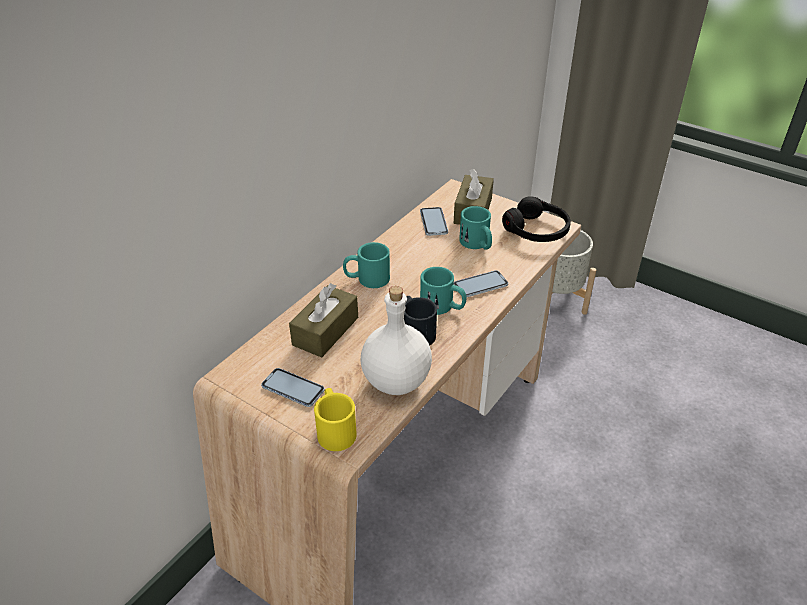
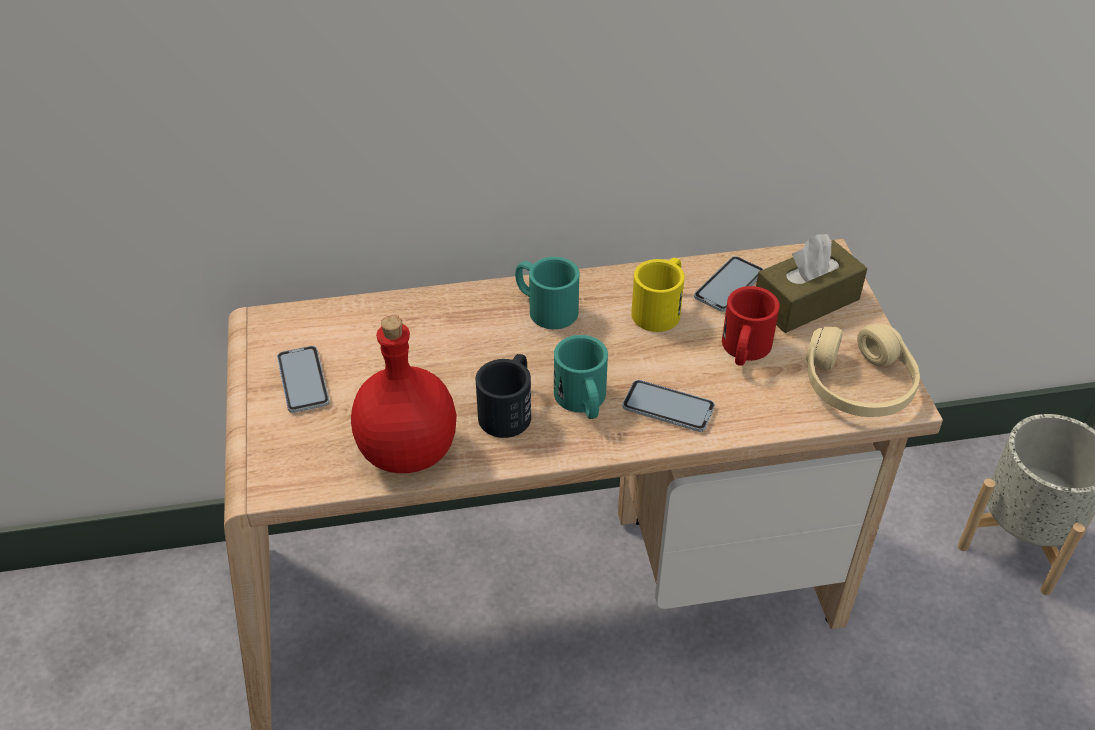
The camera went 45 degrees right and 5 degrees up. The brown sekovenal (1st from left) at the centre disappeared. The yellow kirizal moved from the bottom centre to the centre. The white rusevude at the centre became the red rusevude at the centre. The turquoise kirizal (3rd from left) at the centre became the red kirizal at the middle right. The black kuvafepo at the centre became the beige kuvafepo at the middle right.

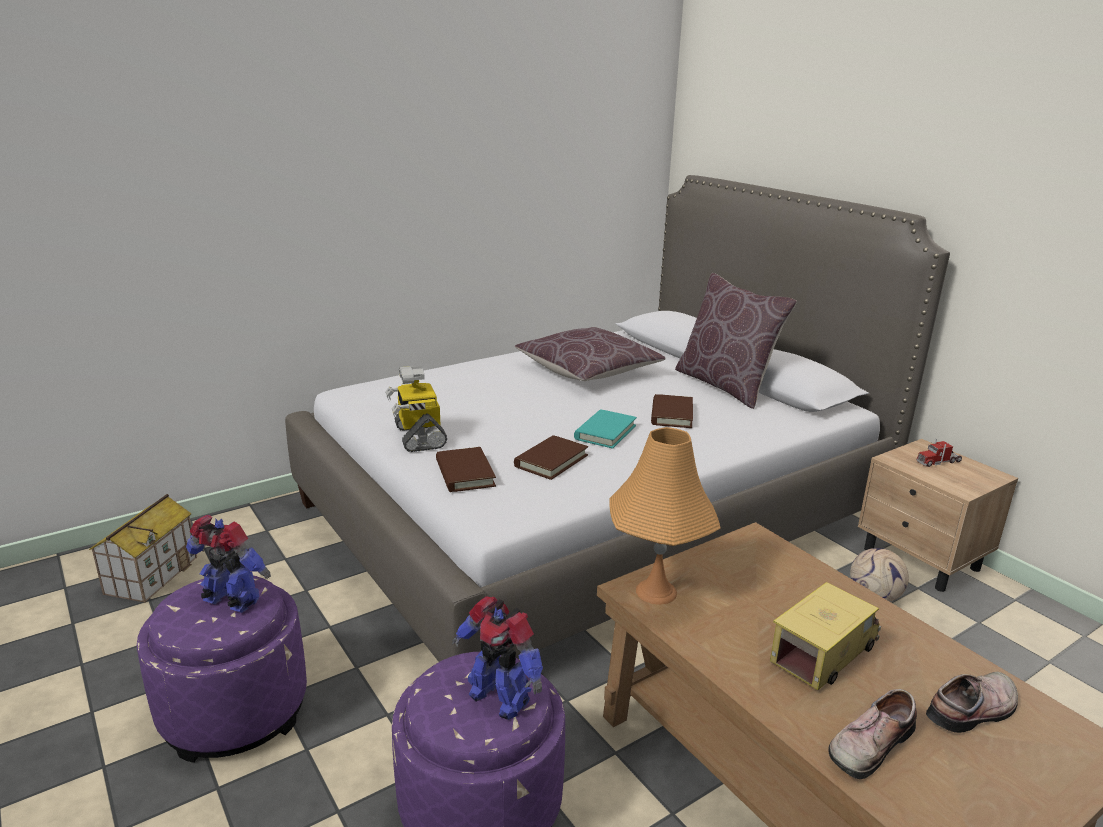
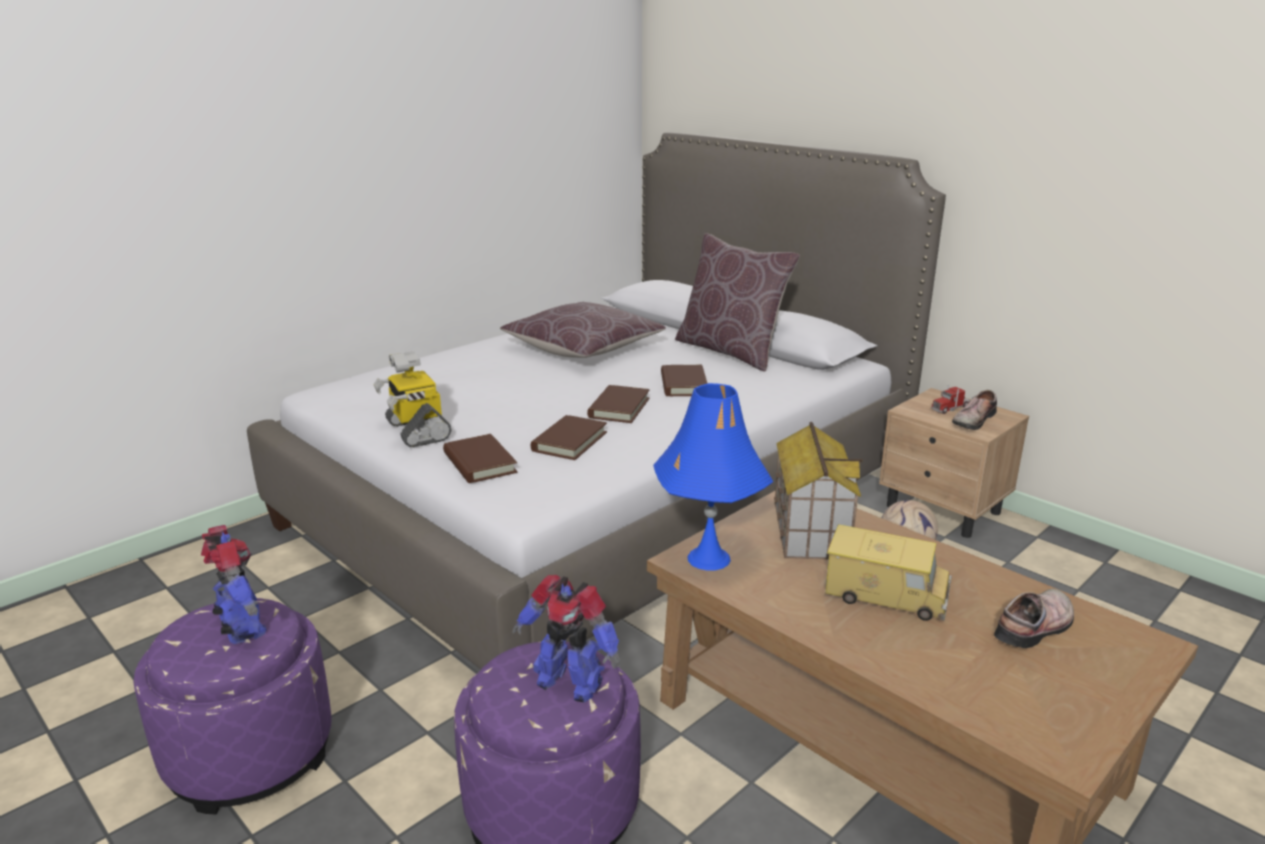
The camera went 10 degrees left and 0 degrees up. The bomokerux moved from the middle left to the centre. The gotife (1st from left) at the bottom left turned 45 degrees clockwise. The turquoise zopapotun at the centre became the brown zopapotun (3rd from left) at the centre. The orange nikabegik at the centre became the blue nikabegik at the centre. The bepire (1st from left) at the bottom right turned 75 degrees clockwise. The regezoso (1st from left) moved from the bottom right to the middle right.

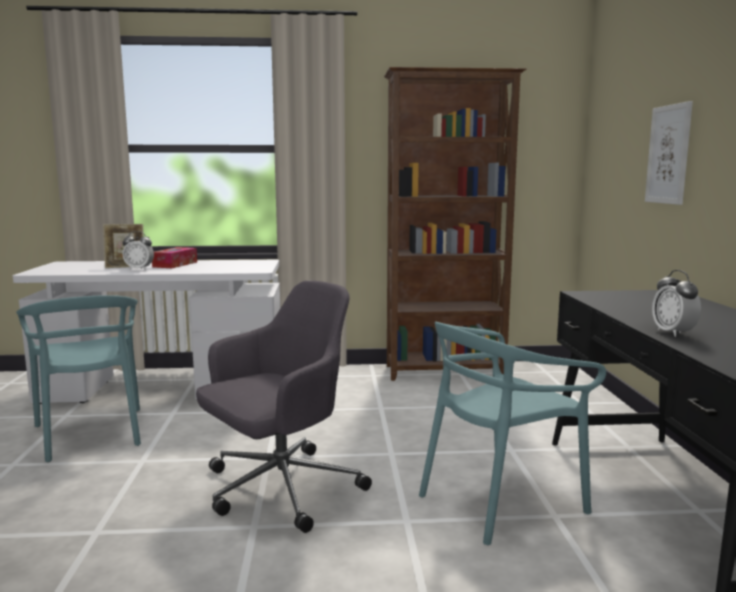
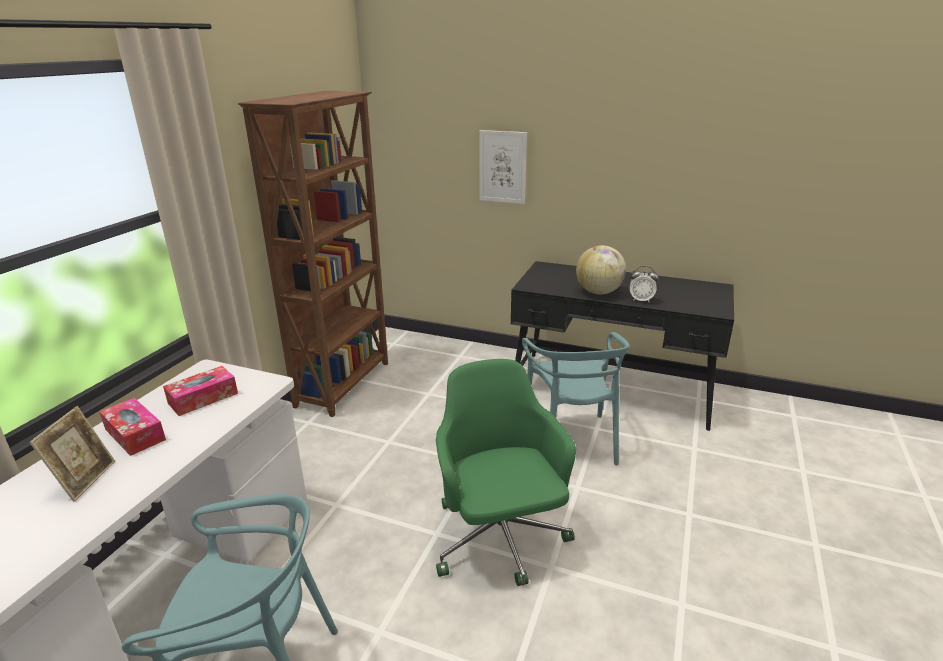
The camera went 65 degrees left and 15 degrees up. The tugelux (1st from left) at the middle left disappeared. The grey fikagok at the bottom centre became the green fikagok at the bottom centre. The sekovenal (2nd from left) at the middle left appeared. The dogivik at the centre appeared.

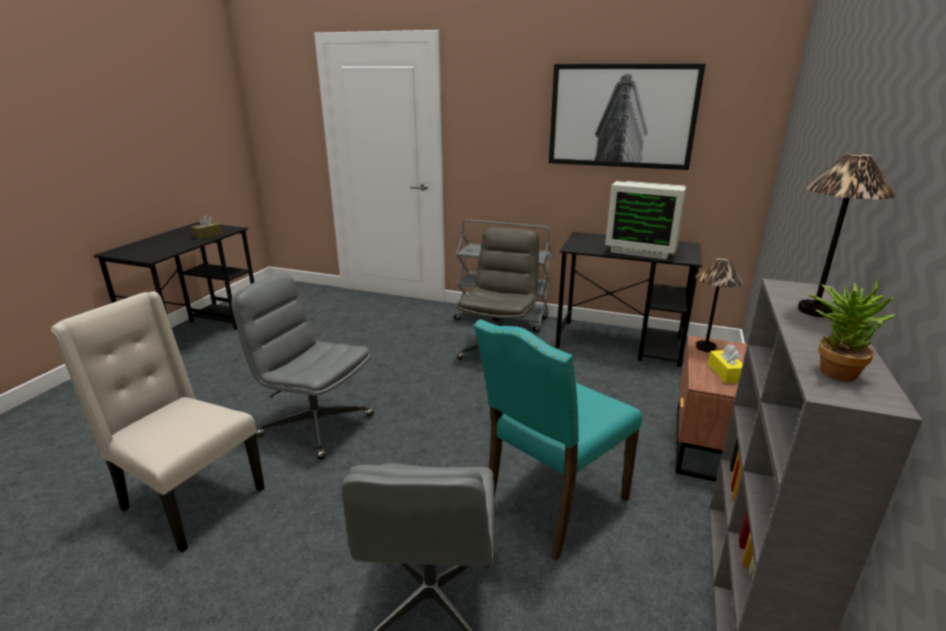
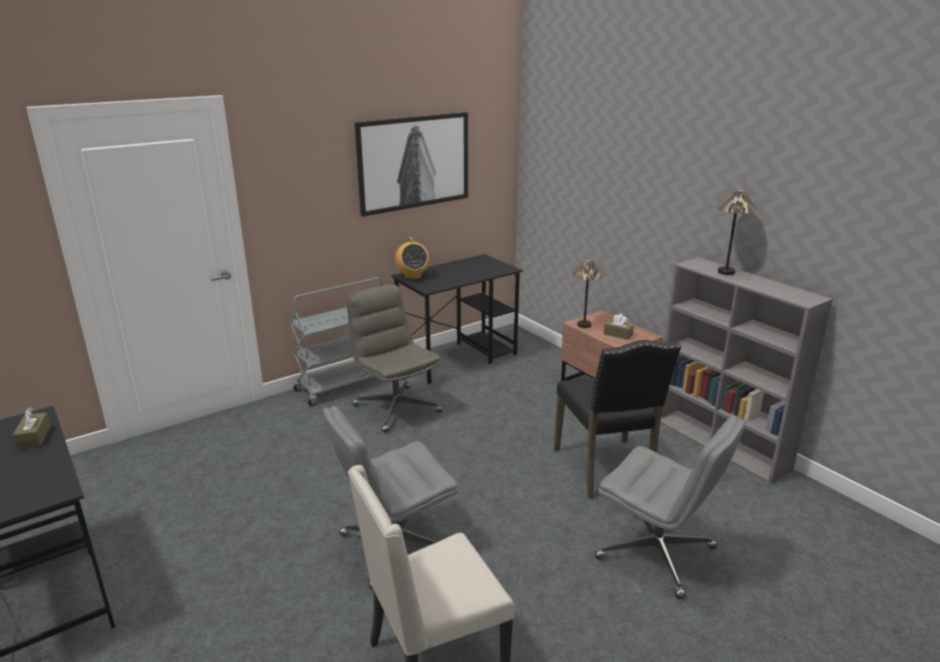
The camera went 55 degrees left and 0 degrees up. The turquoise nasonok at the bottom centre became the black nasonok at the centre. The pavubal at the middle right disappeared. The yellow sekovenal at the middle right became the brown sekovenal (2nd from left) at the centre. The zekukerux at the middle right disappeared. The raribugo at the centre appeared.

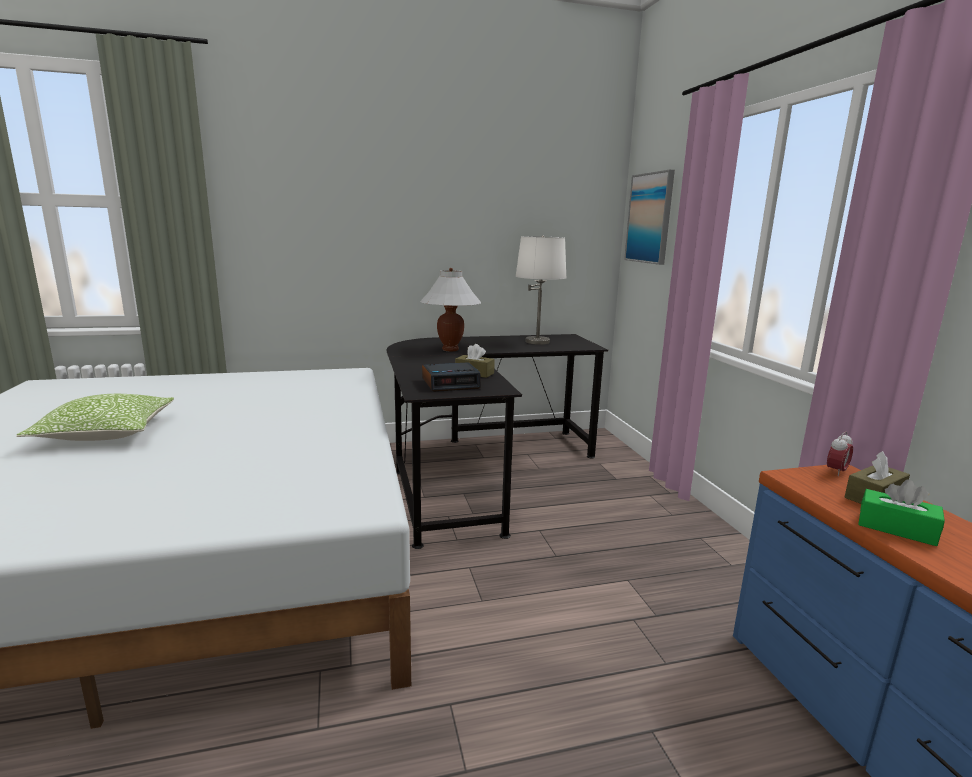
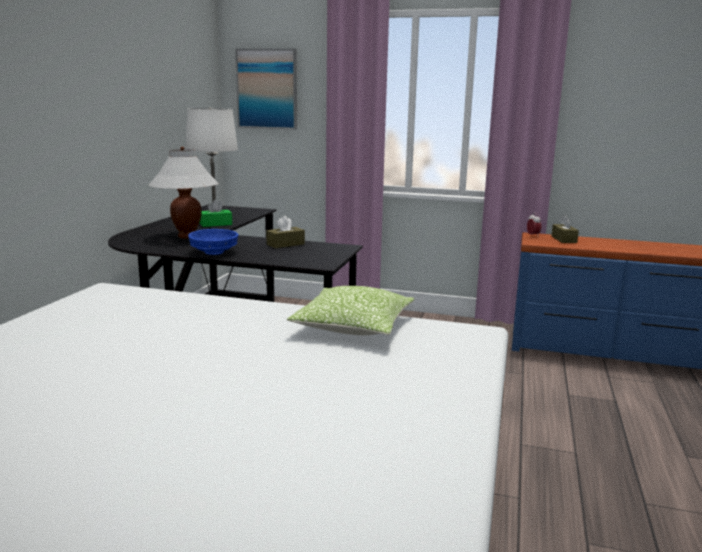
The camera went 60 degrees left and 0 degrees up. The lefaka moved from the middle left to the centre. The tugelux (1st from left) at the centre disappeared. The green sekovenal moved from the middle right to the middle left. The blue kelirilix at the middle left appeared.

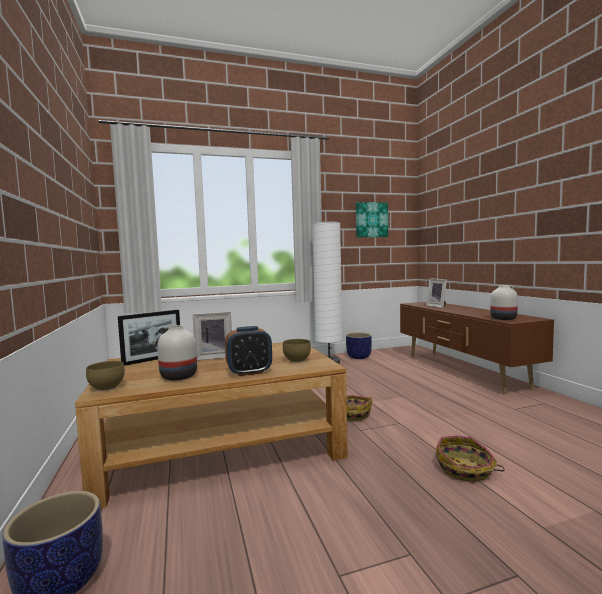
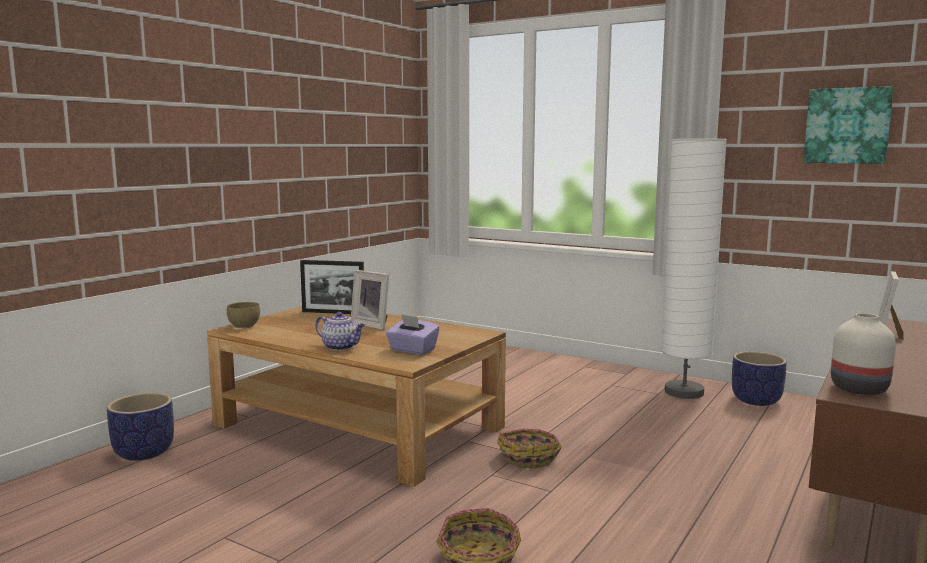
The camera went 50 degrees right and 5 degrees up. The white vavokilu (1st from left) at the middle left disappeared. The tugelux at the centre was replaced by the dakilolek at the centre. The brown kelirilix (2nd from left) at the centre was replaced by the purple sekovenal at the centre.

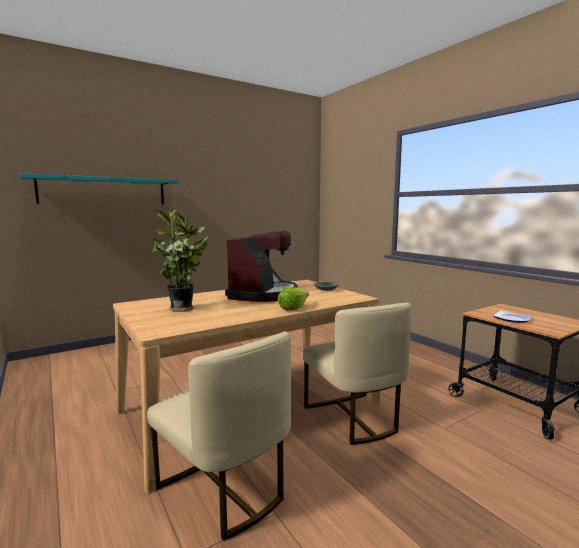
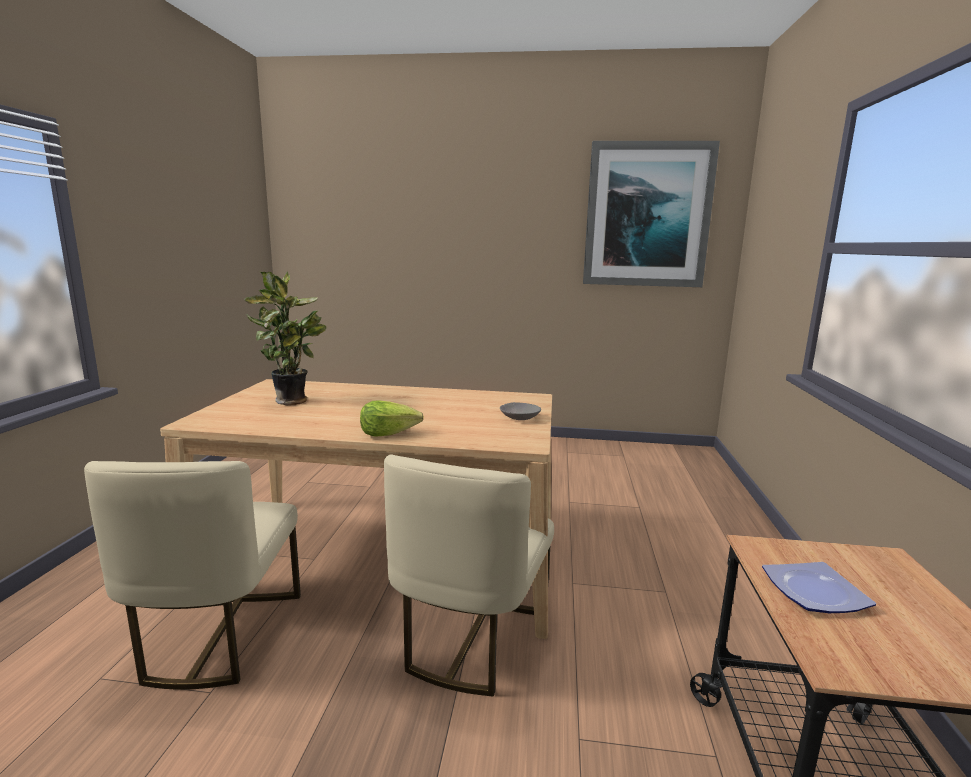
The camera went 40 degrees right and 5 degrees up. The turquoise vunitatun at the middle left disappeared. The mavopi at the centre disappeared. The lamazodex at the top right appeared.

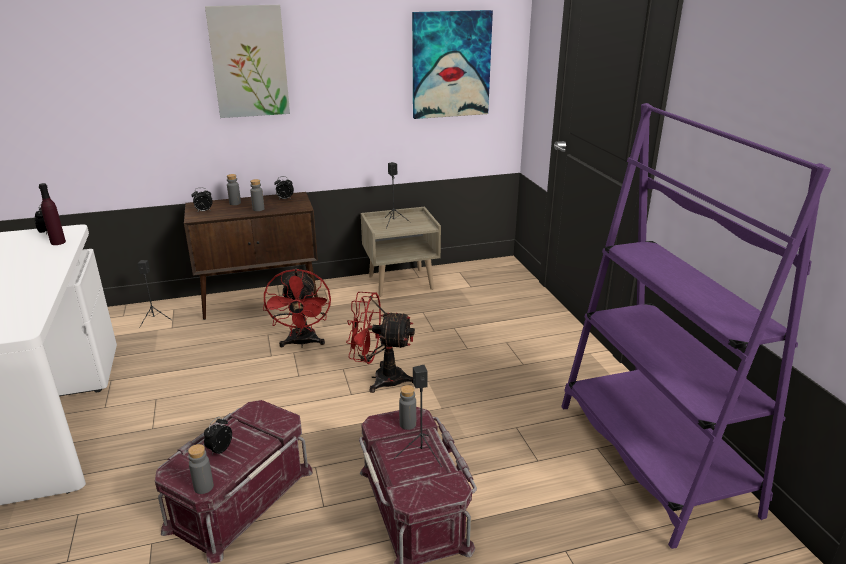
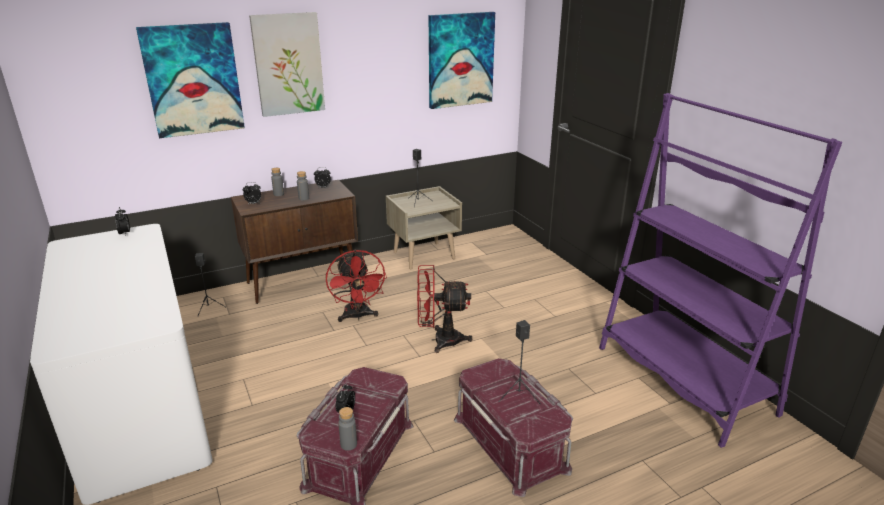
The camera went 10 degrees left and 0 degrees up. The purple rusevude at the middle left disappeared. The grey rusevude (4th from left) at the bottom centre disappeared. The lamazodex (1st from left) at the top left appeared.

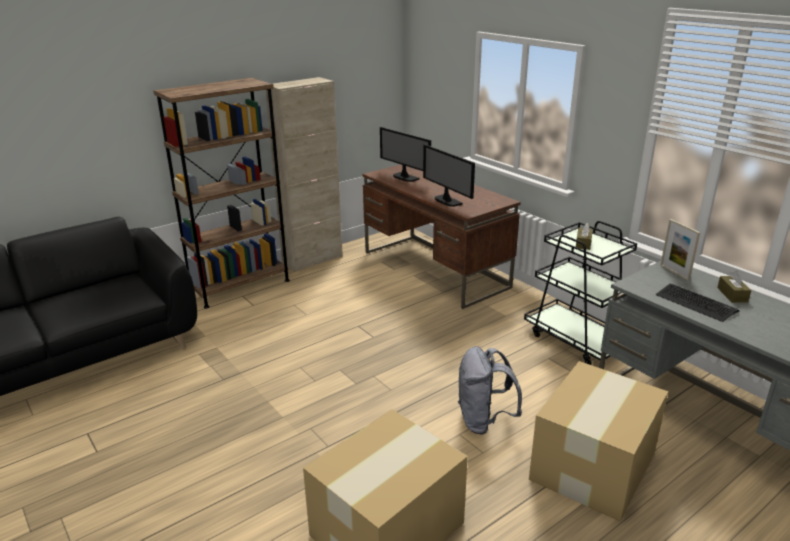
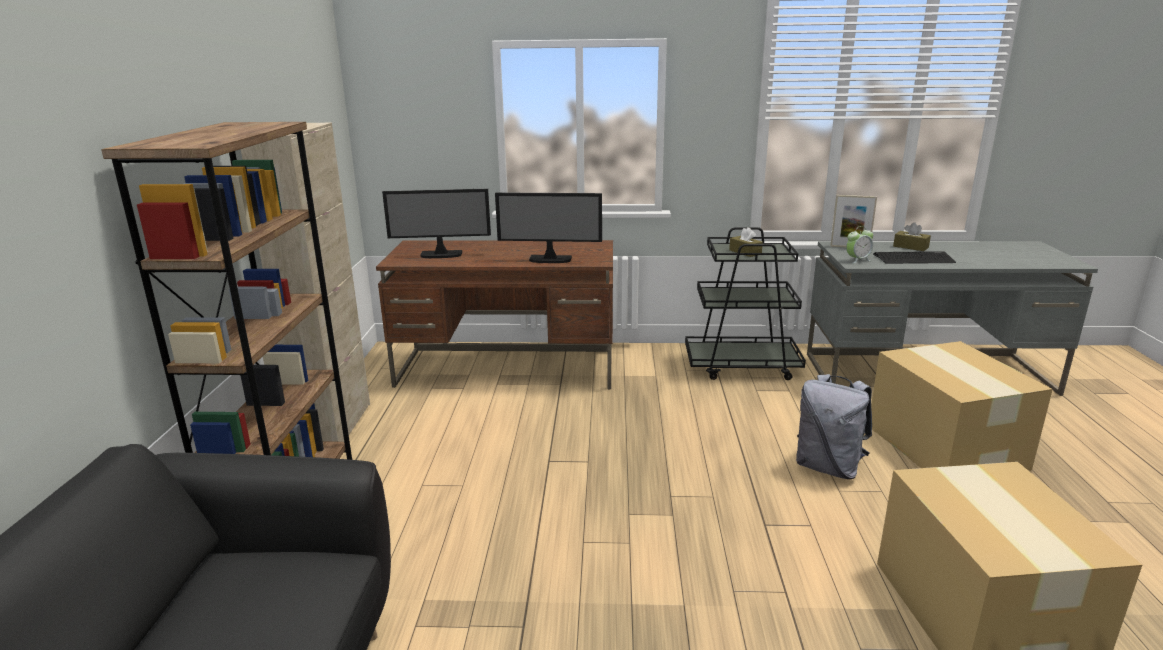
The camera went 50 degrees left and 5 degrees down. The tugelux at the middle right appeared.

